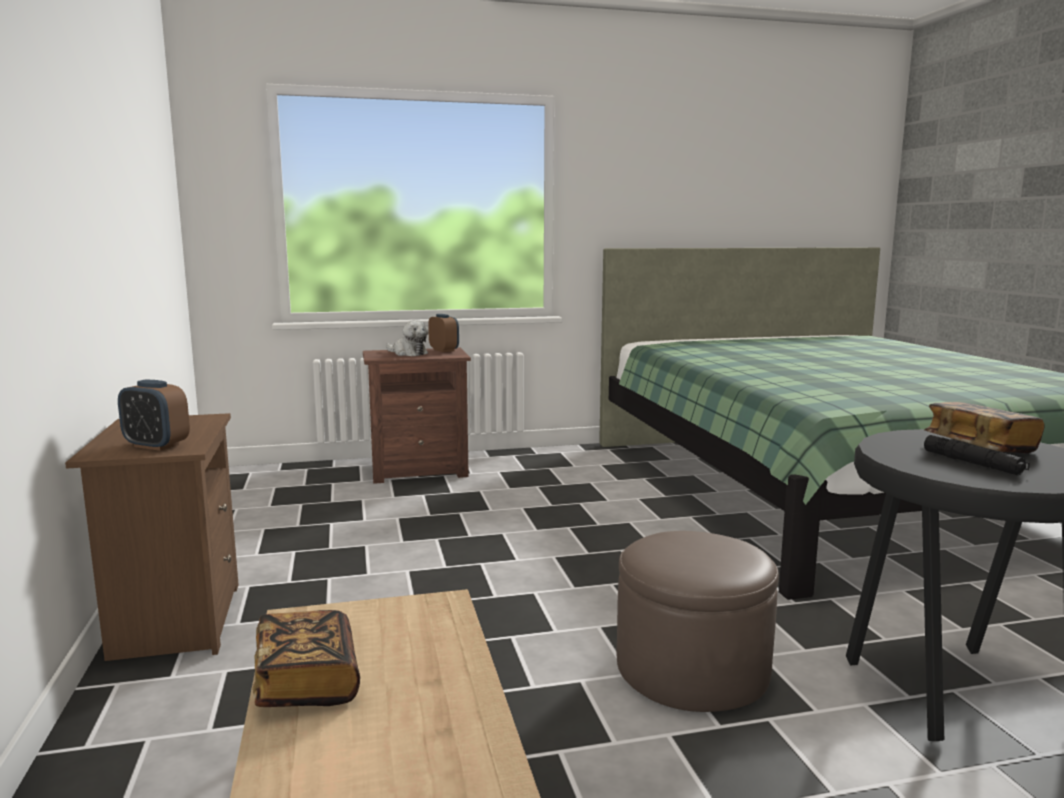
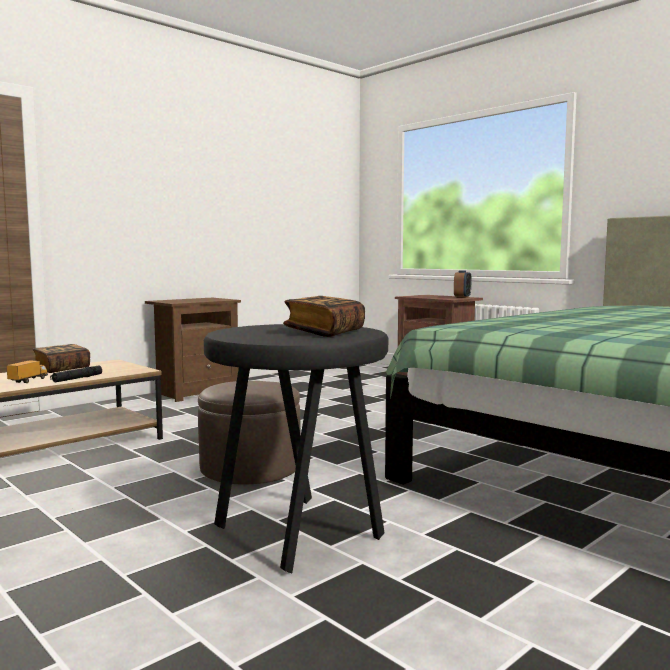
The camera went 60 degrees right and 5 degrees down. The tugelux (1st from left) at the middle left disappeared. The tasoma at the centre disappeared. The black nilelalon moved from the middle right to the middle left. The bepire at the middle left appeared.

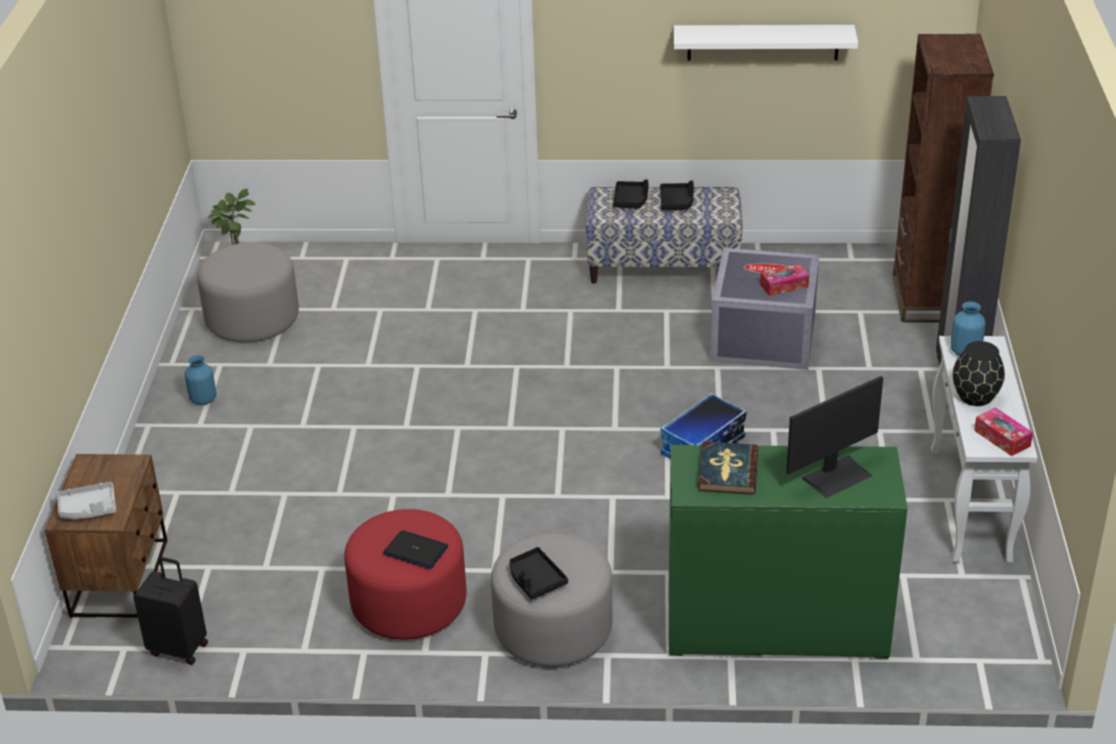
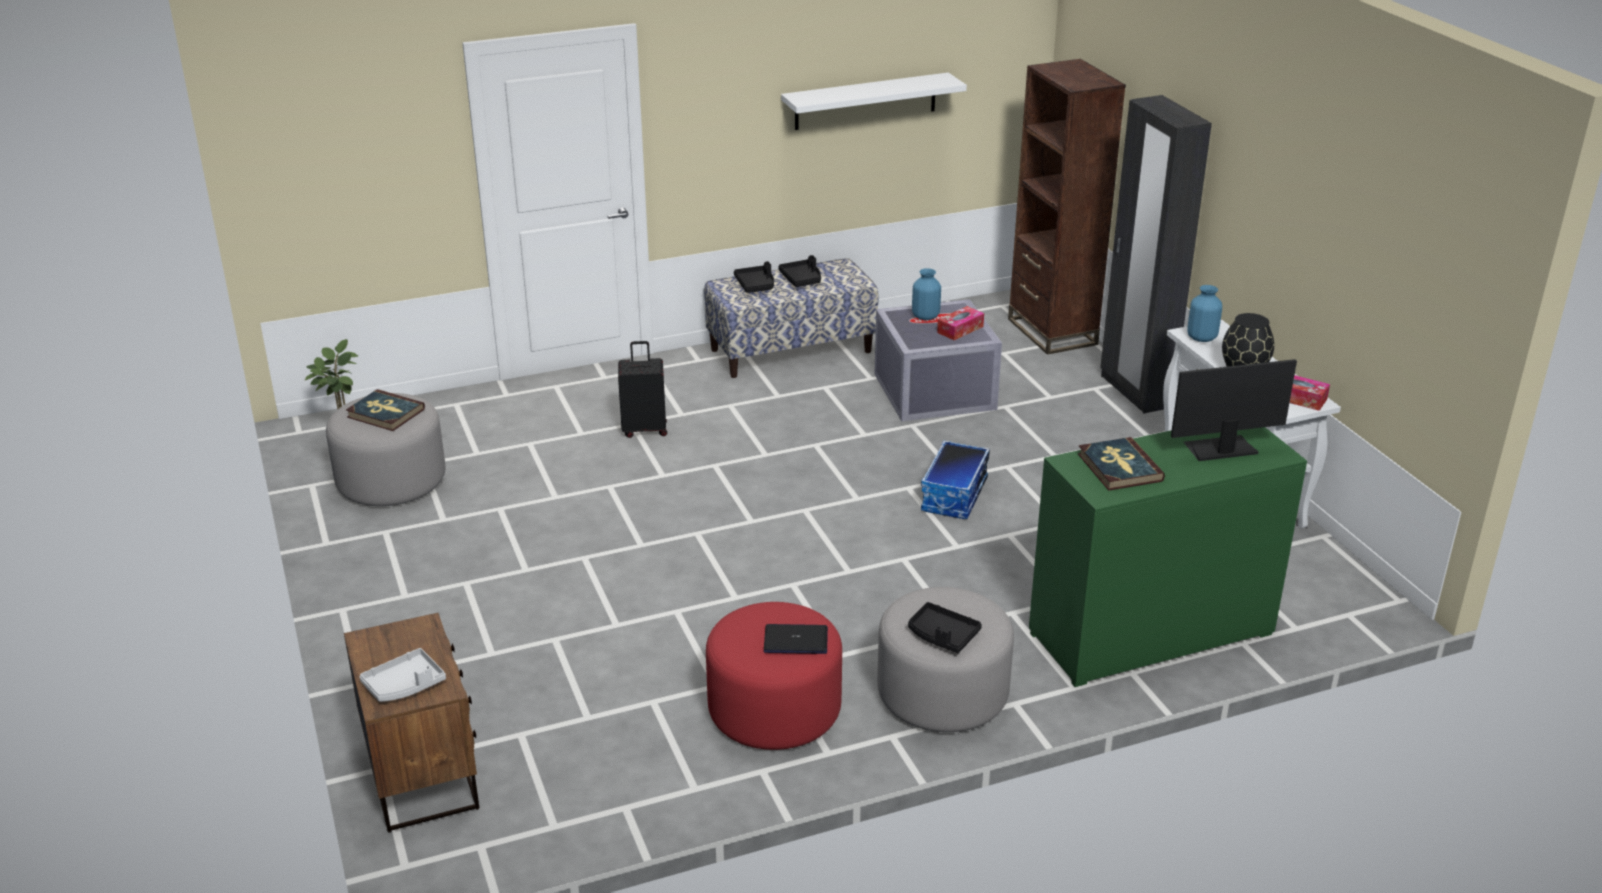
The camera went 25 degrees left and 5 degrees down. The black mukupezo moved from the bottom left to the centre. The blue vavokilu (1st from left) moved from the middle left to the top centre. The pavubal at the middle right turned 135 degrees counterclockwise. The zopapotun (1st from left) at the middle left appeared.

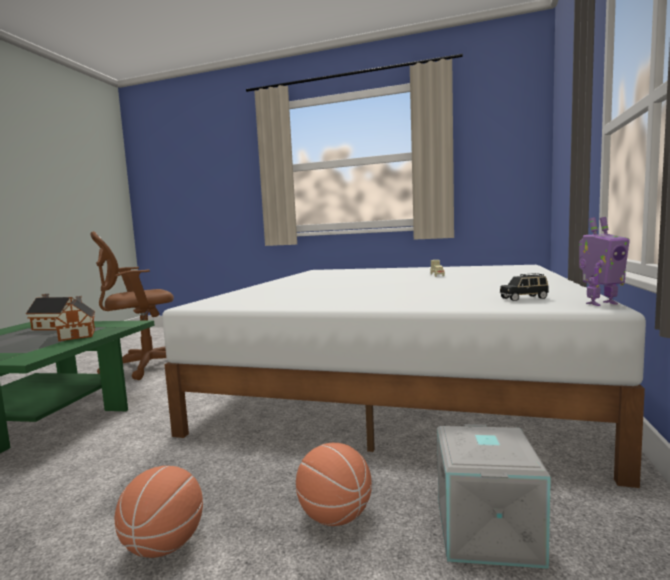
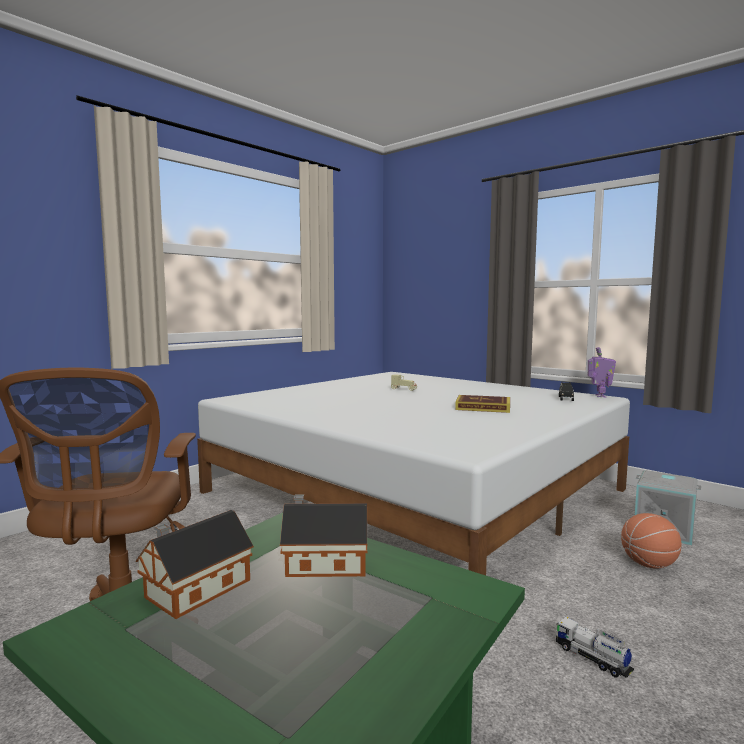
The camera went 65 degrees left and 0 degrees up. The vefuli (1st from left) at the bottom left disappeared. The zopapotun at the centre appeared. The bepire at the bottom right appeared.

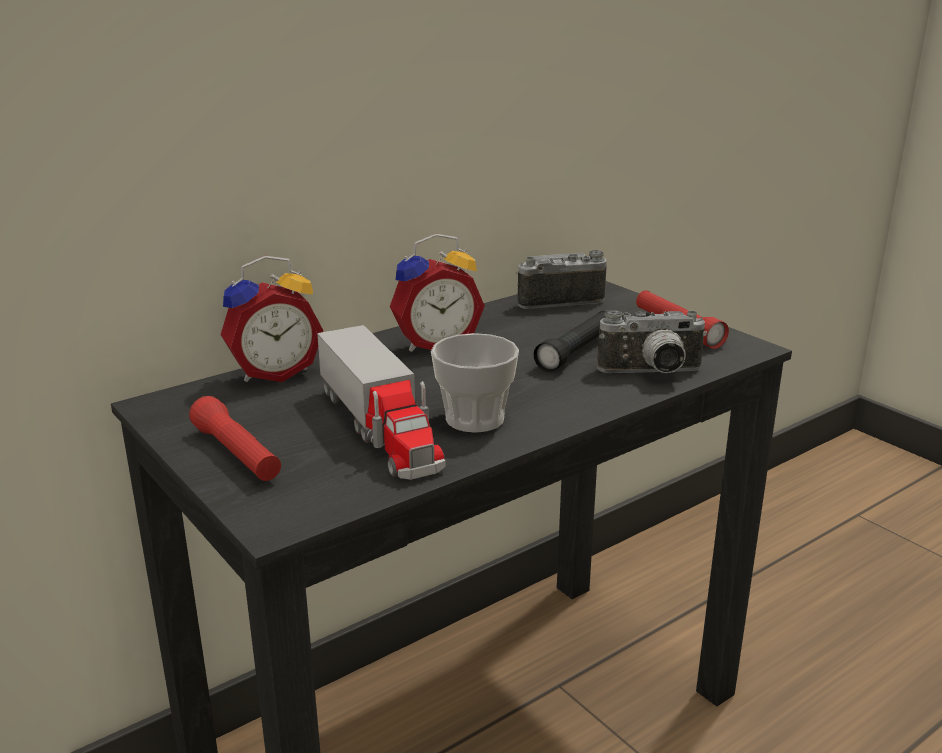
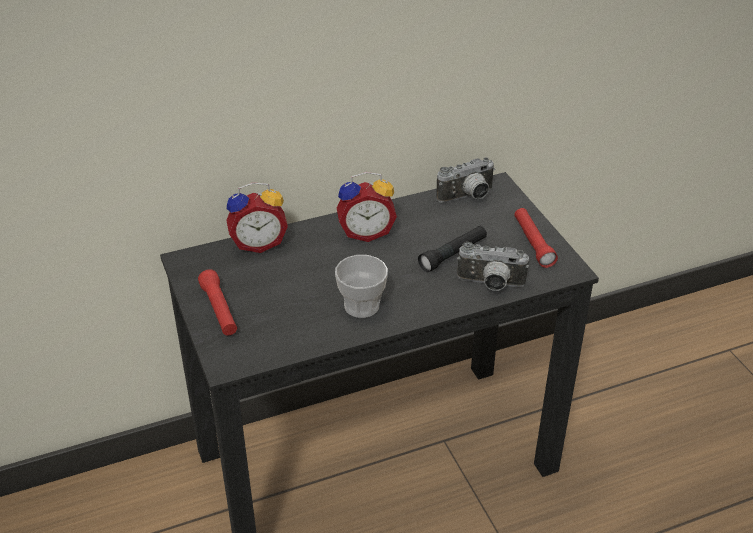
The camera went 15 degrees right and 15 degrees up. The bepire at the centre disappeared. The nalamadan (1st from left) at the centre turned 150 degrees clockwise.

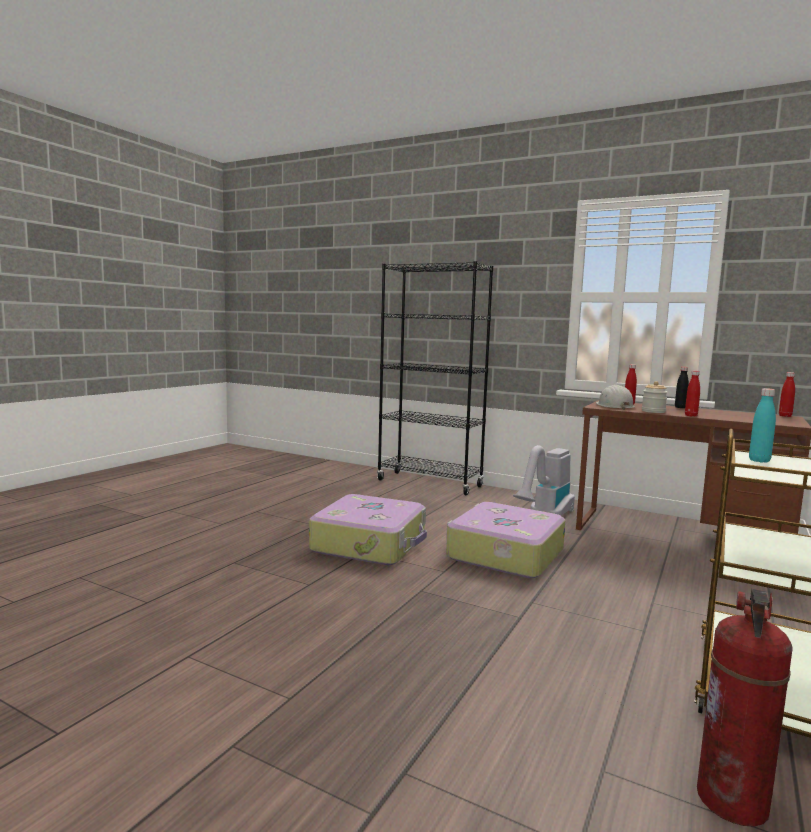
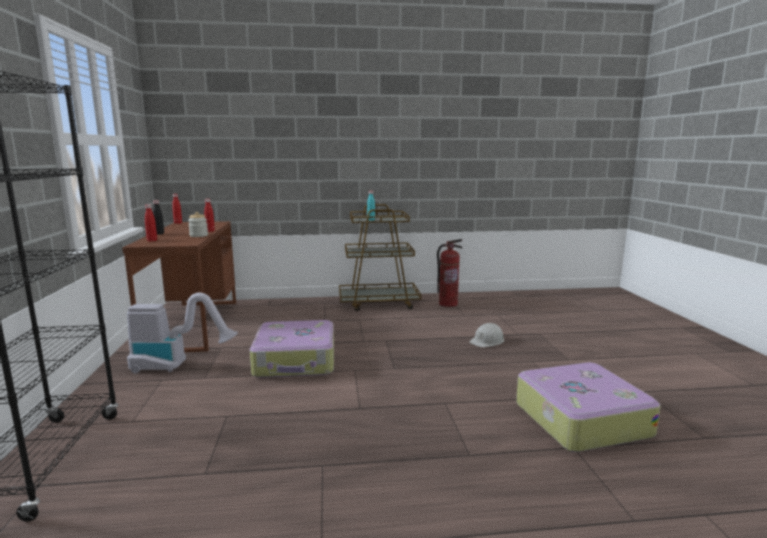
The camera went 125 degrees left and 5 degrees up. The mukupezo (1st from left in the first image) moved from the centre to the bottom right. The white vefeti moved from the middle right to the centre.

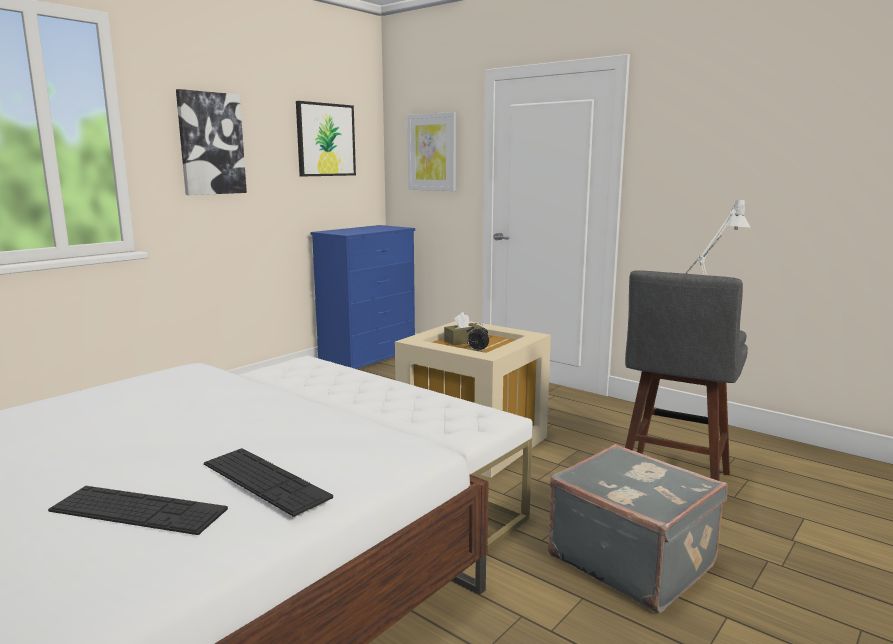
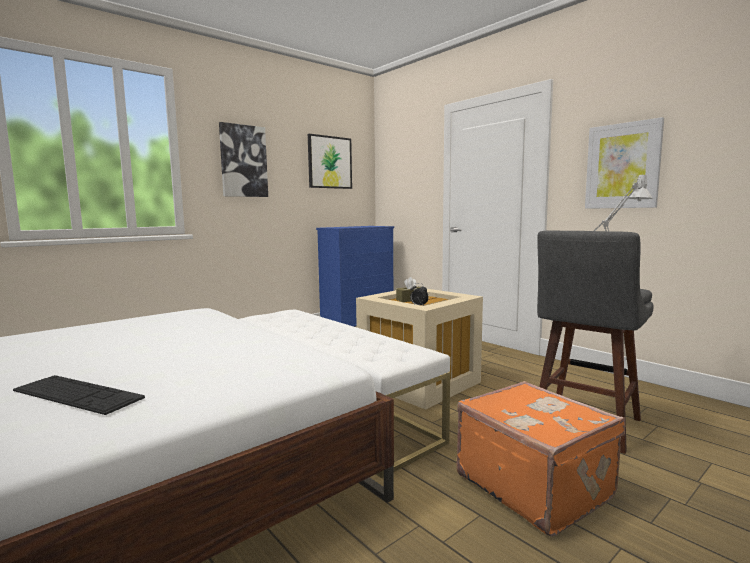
The camera went 10 degrees right and 5 degrees down. The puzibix (2nd from left) at the bottom left disappeared. The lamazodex (3rd from left) moved from the top centre to the top right. The grey mukupezo at the bottom right became the orange mukupezo at the bottom right.

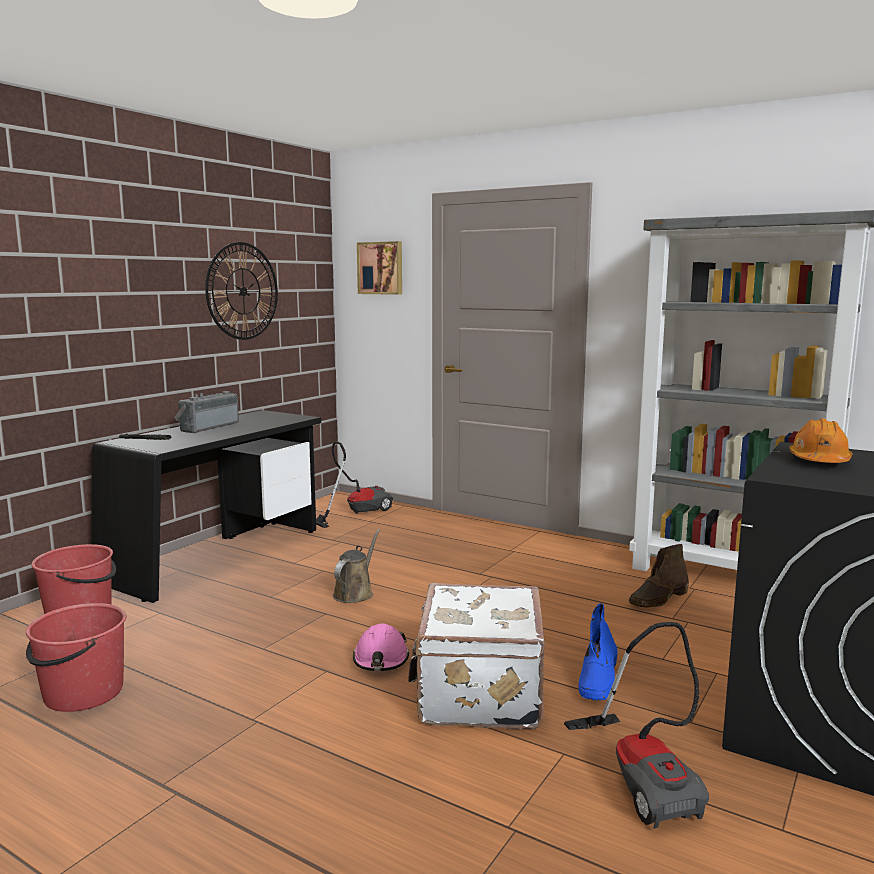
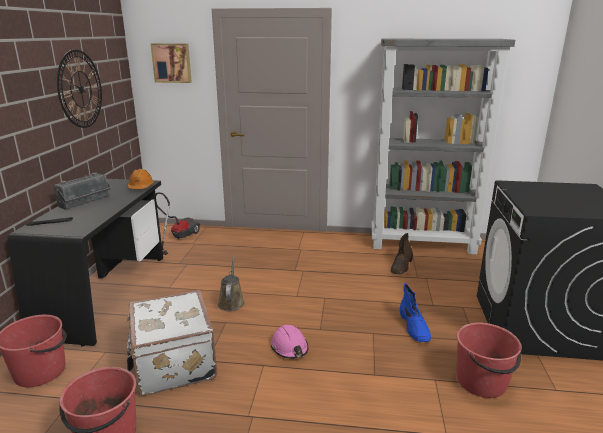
The camera went 25 degrees left and 10 degrees up. The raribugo at the middle left turned 150 degrees counterclockwise. The white mukupezo moved from the bottom centre to the bottom left. The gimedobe (2nd from left) at the bottom right was replaced by the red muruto (3rd from left) at the bottom right. The orange vefeti moved from the middle right to the middle left.

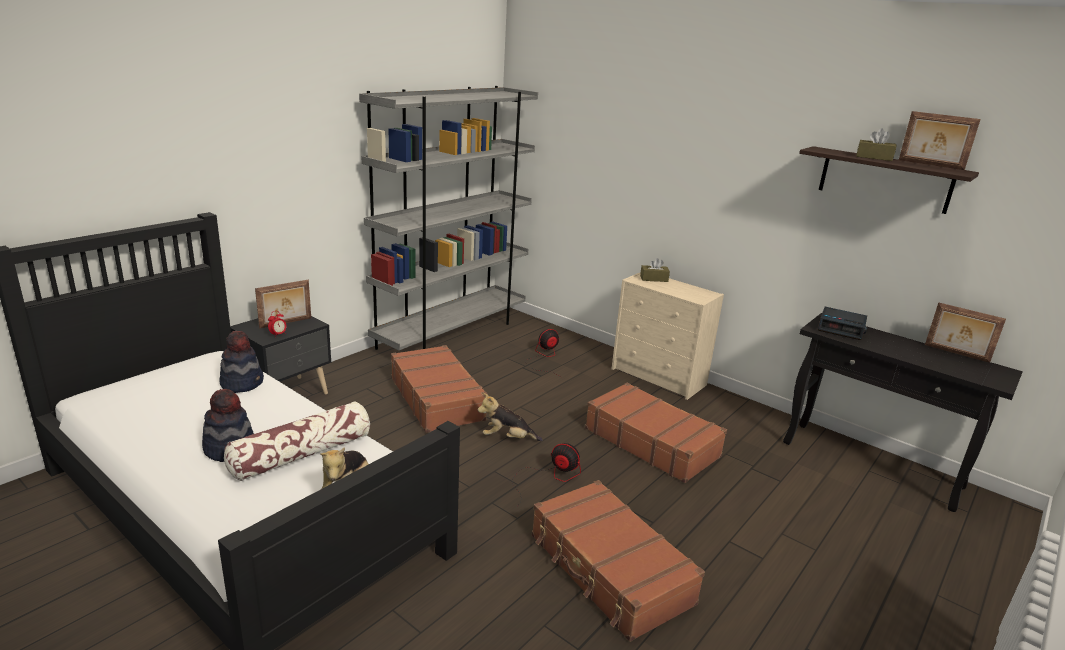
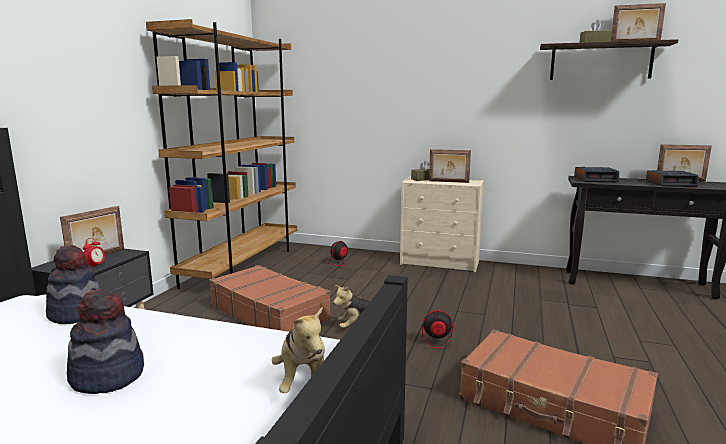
The camera went 20 degrees left and 10 degrees down. The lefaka at the bottom left disappeared. The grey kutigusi at the centre became the brown kutigusi at the middle left. The brown mukupezo (3rd from left) at the centre disappeared. The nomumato (2nd from left) at the centre appeared. The tugelux (3rd from left) at the middle right appeared.

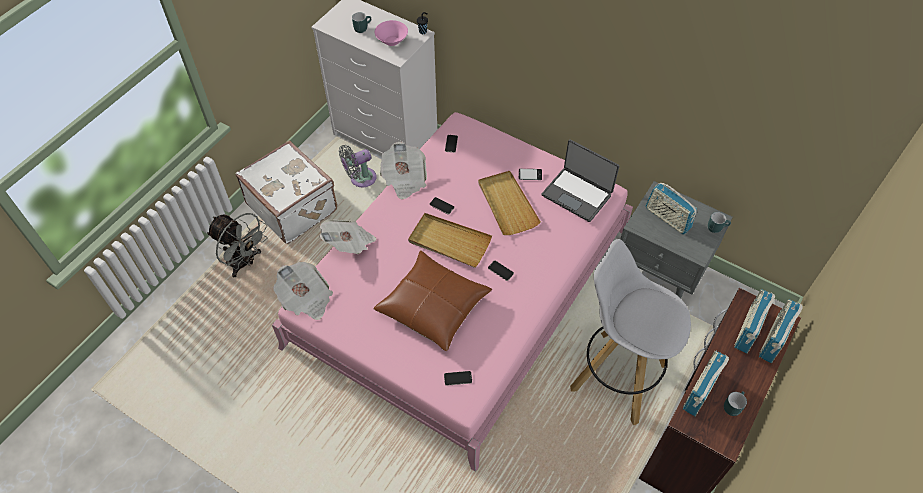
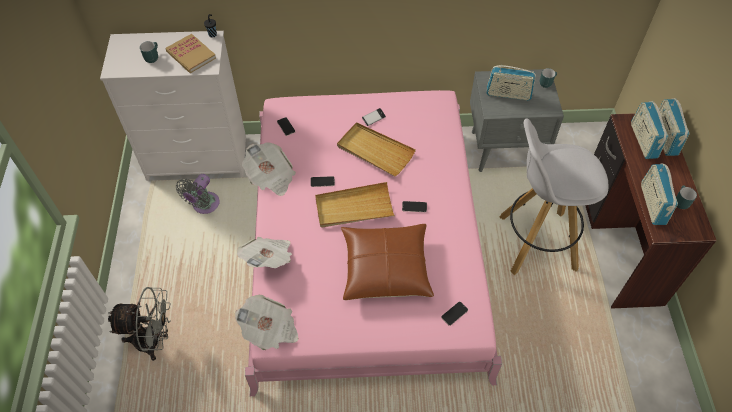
The camera went 35 degrees left and 0 degrees up. The white mukupezo at the middle left disappeared. The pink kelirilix at the top centre was replaced by the zopapotun at the top left. The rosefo at the centre disappeared.

